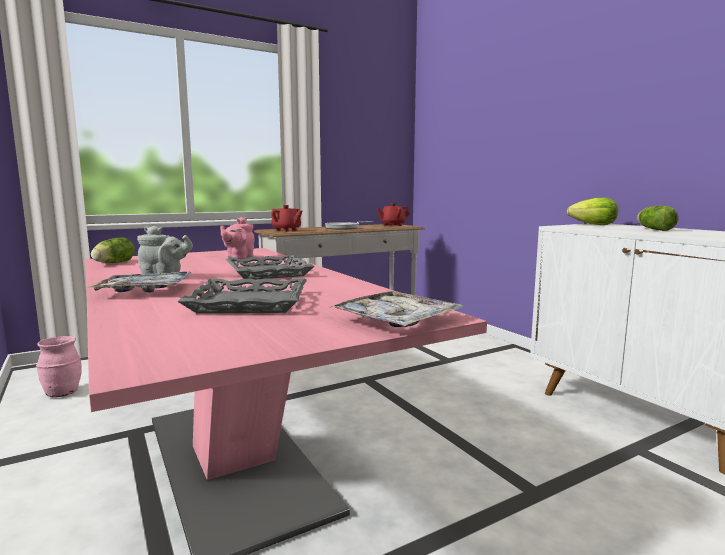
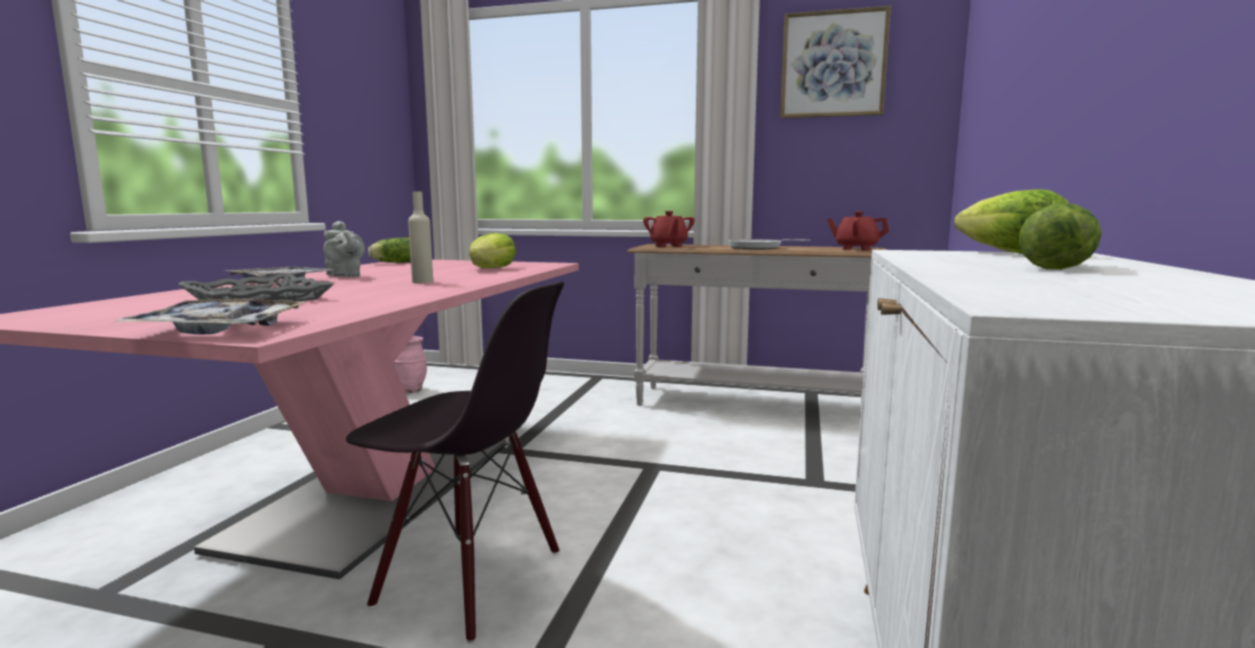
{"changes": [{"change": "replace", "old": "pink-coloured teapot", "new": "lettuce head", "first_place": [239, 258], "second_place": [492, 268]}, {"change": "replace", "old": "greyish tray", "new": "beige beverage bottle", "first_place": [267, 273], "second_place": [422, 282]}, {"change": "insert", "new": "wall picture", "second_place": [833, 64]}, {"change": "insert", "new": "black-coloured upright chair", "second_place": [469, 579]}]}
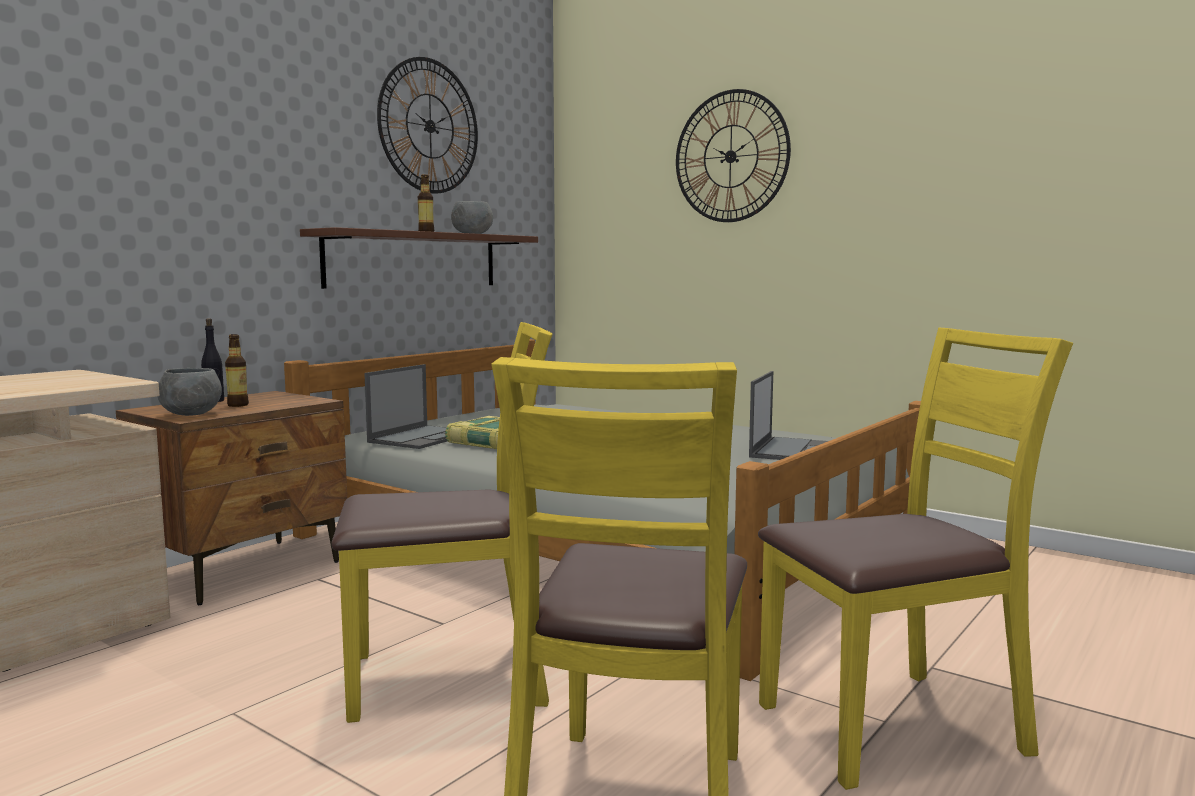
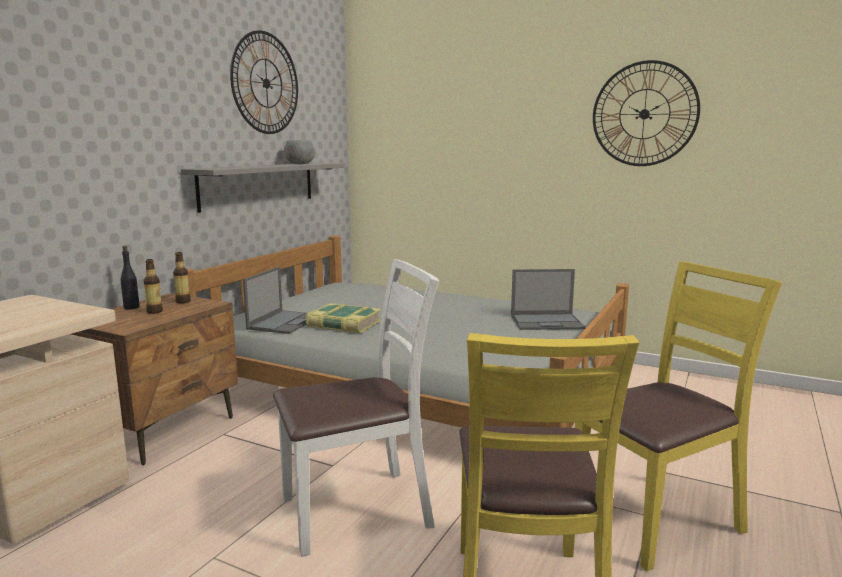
{"changes": [{"change": "move", "old": "wall clock", "first_place": [731, 156], "second_place": [644, 114]}, {"change": "move", "old": "beverage bottle", "first_place": [426, 232], "second_place": [183, 301]}, {"change": "recolor", "old": "brownish bracket shelf", "new": "greyish bracket shelf", "first_place": [414, 260], "second_place": [258, 185]}, {"change": "recolor", "old": "yellowish upright chair", "new": "whitish upright chair", "first_place": [451, 677], "second_place": [358, 510]}, {"change": "delete", "old": "greyish deep dish", "first_place": [190, 414]}, {"change": "rotate", "old": "laptop", "first_place": [793, 450], "second_place": [547, 322], "degrees": 75}]}
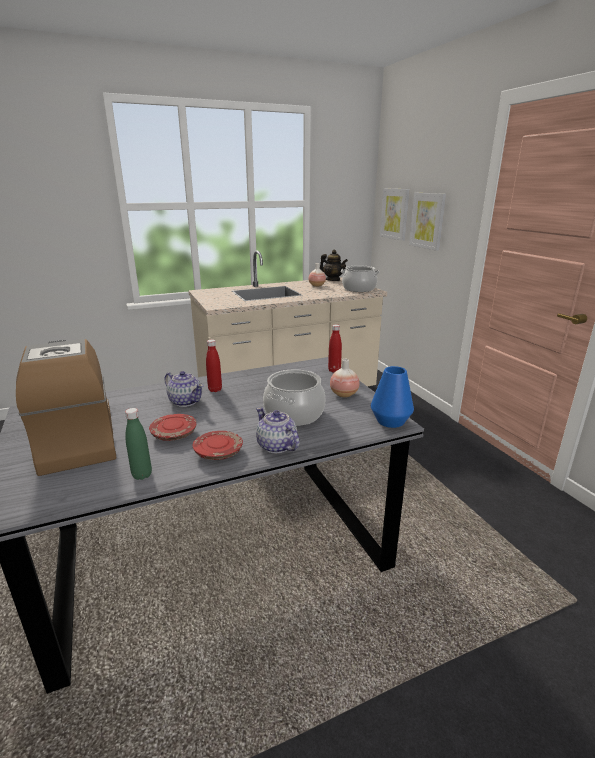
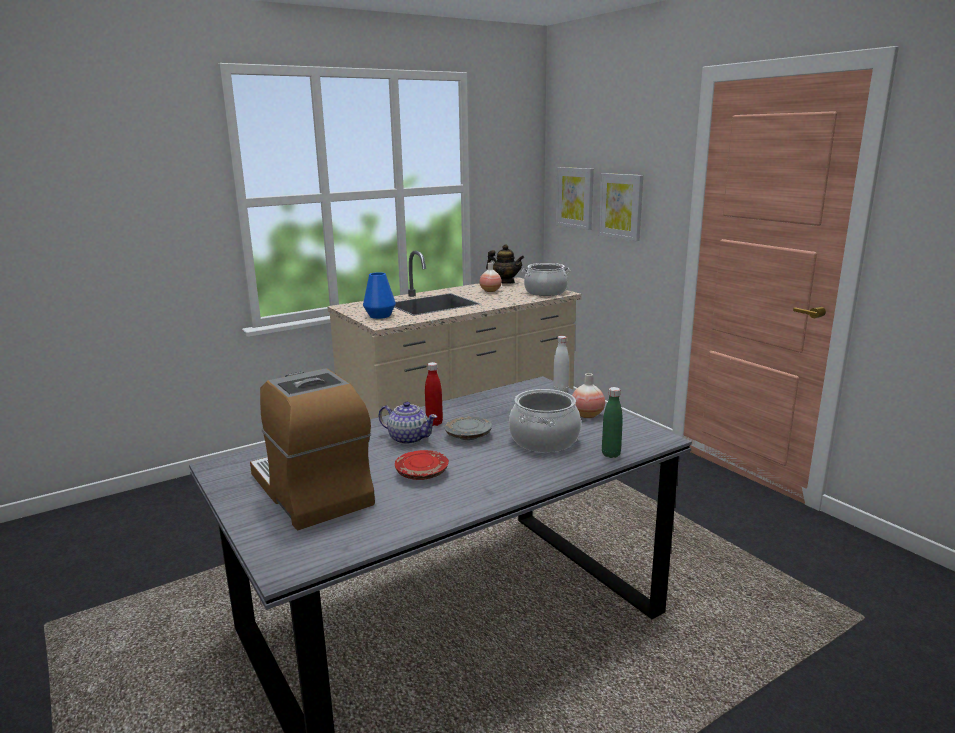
{"changes": [{"change": "recolor", "old": "red beverage bottle", "new": "whitish beverage bottle", "first_place": [334, 370], "second_place": [560, 390]}, {"change": "move", "old": "blue vase", "first_place": [390, 421], "second_place": [380, 316]}, {"change": "delete", "old": "teapot", "first_place": [276, 446]}, {"change": "move", "old": "green beverage bottle", "first_place": [142, 475], "second_place": [611, 454]}, {"change": "delete", "old": "red plate", "first_place": [218, 452]}, {"change": "insert", "new": "greyish plate", "second_place": [468, 436]}]}
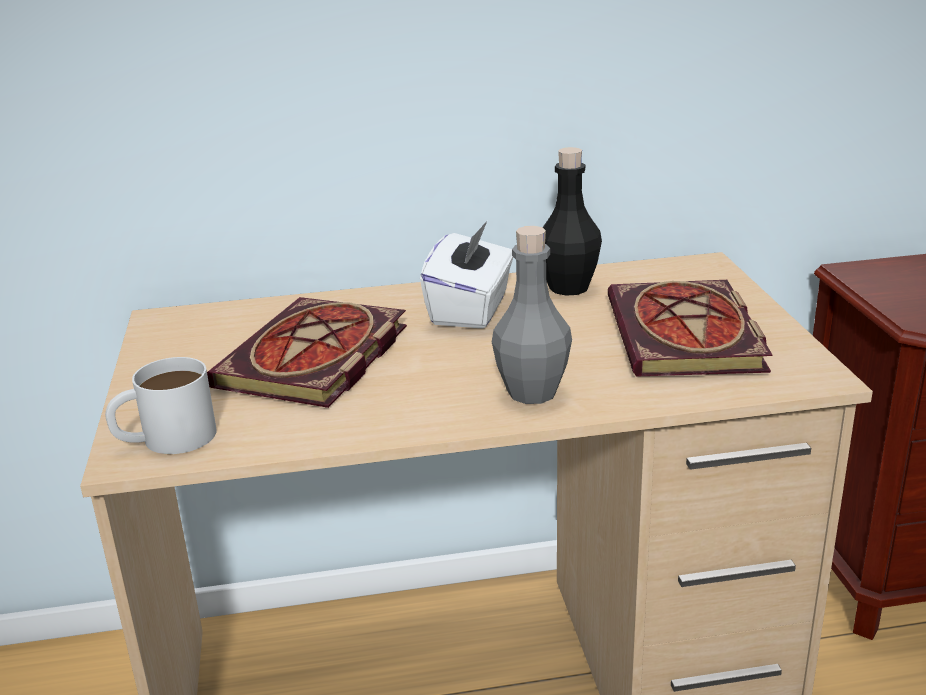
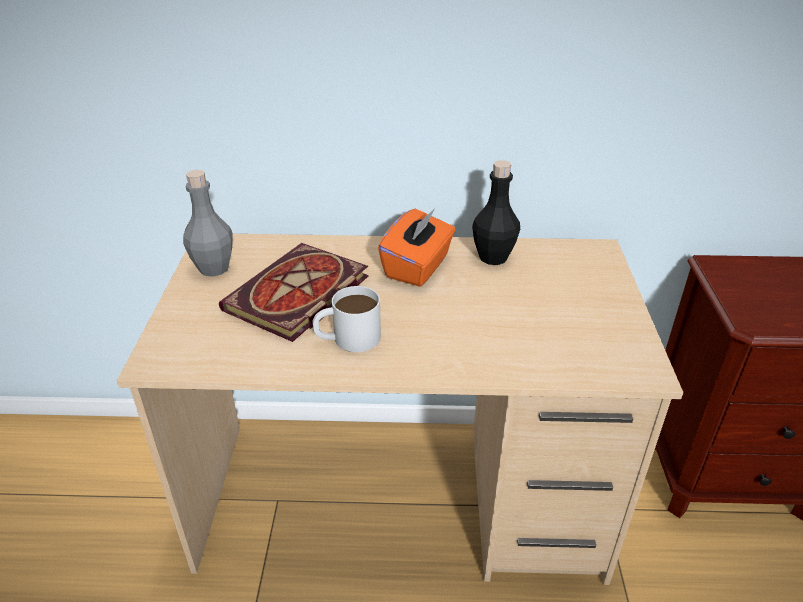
{"changes": [{"change": "recolor", "old": "whitish box of tissues", "new": "orange box of tissues", "first_place": [471, 309], "second_place": [418, 267]}, {"change": "move", "old": "greyish beverage bottle", "first_place": [532, 392], "second_place": [214, 268]}, {"change": "delete", "old": "book", "first_place": [688, 337]}, {"change": "move", "old": "whitish tea mug", "first_place": [165, 439], "second_place": [347, 338]}]}
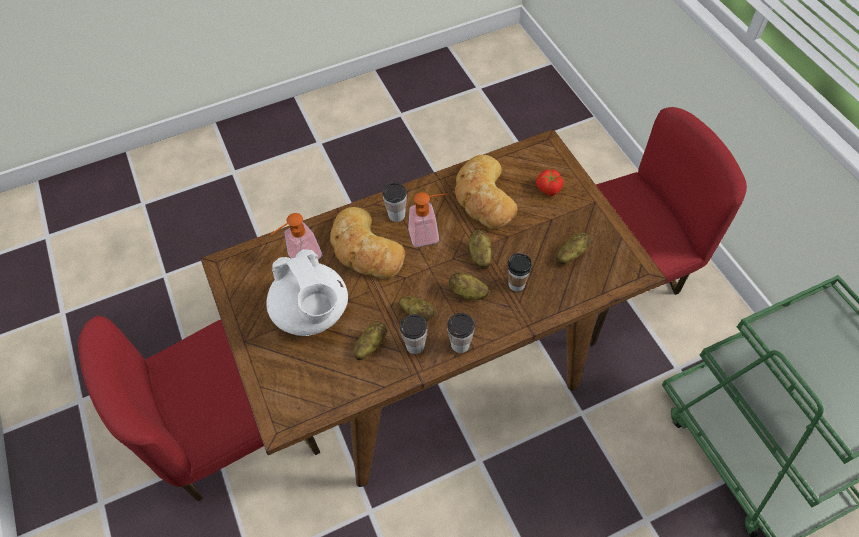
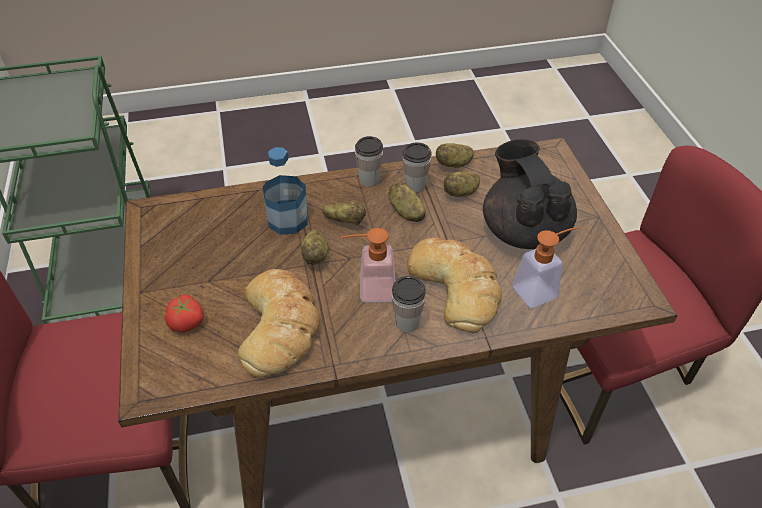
{"changes": [{"change": "move", "old": "potato", "first_place": [571, 254], "second_place": [454, 164]}, {"change": "recolor", "old": "whitish teapot", "new": "black-coloured teapot", "first_place": [312, 313], "second_place": [523, 230]}, {"change": "replace", "old": "drinking cup", "new": "beverage bottle", "first_place": [516, 284], "second_place": [288, 220]}]}
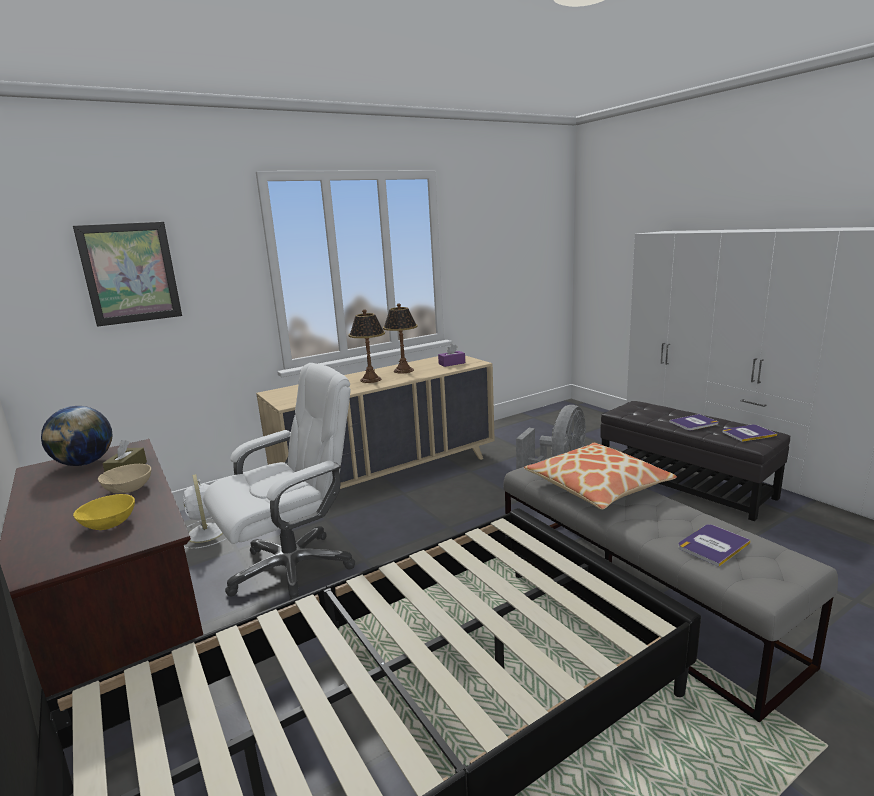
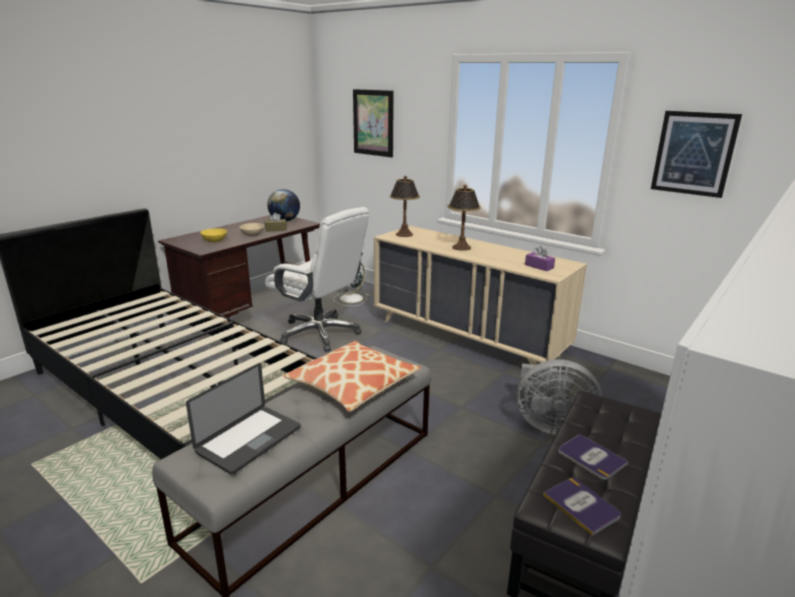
{"changes": [{"change": "move", "old": "tabletop lamp", "first_place": [403, 370], "second_place": [404, 234]}, {"change": "replace", "old": "book", "new": "laptop", "first_place": [713, 545], "second_place": [249, 440]}, {"change": "insert", "new": "wall picture", "second_place": [694, 153]}]}
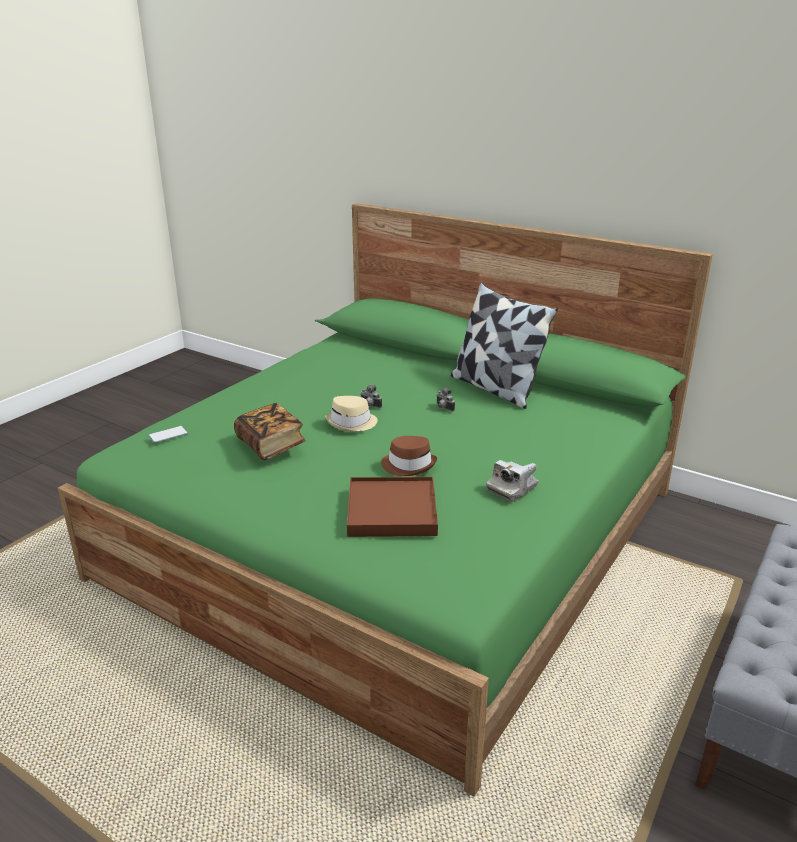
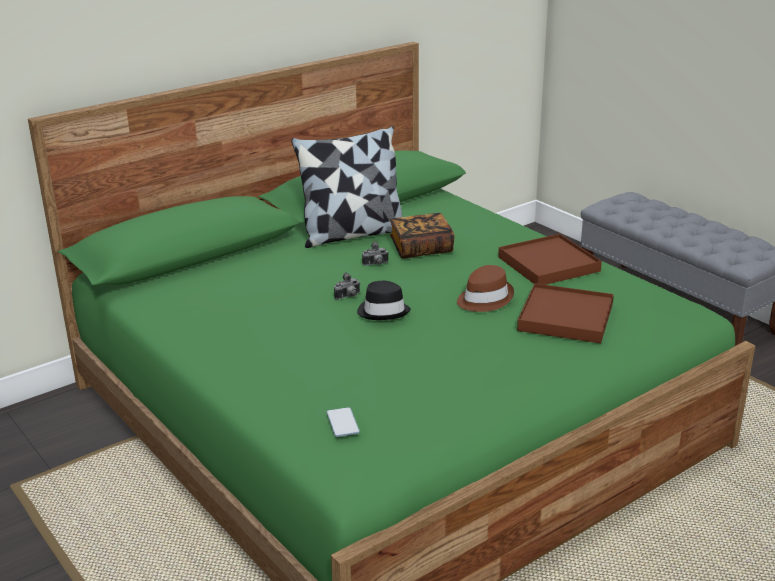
{"changes": [{"change": "recolor", "old": "beige hat", "new": "black-coloured hat", "first_place": [352, 423], "second_place": [383, 311]}, {"change": "move", "old": "book", "first_place": [270, 444], "second_place": [421, 248]}, {"change": "replace", "old": "still camera", "new": "brownish tray", "first_place": [512, 489], "second_place": [548, 264]}]}
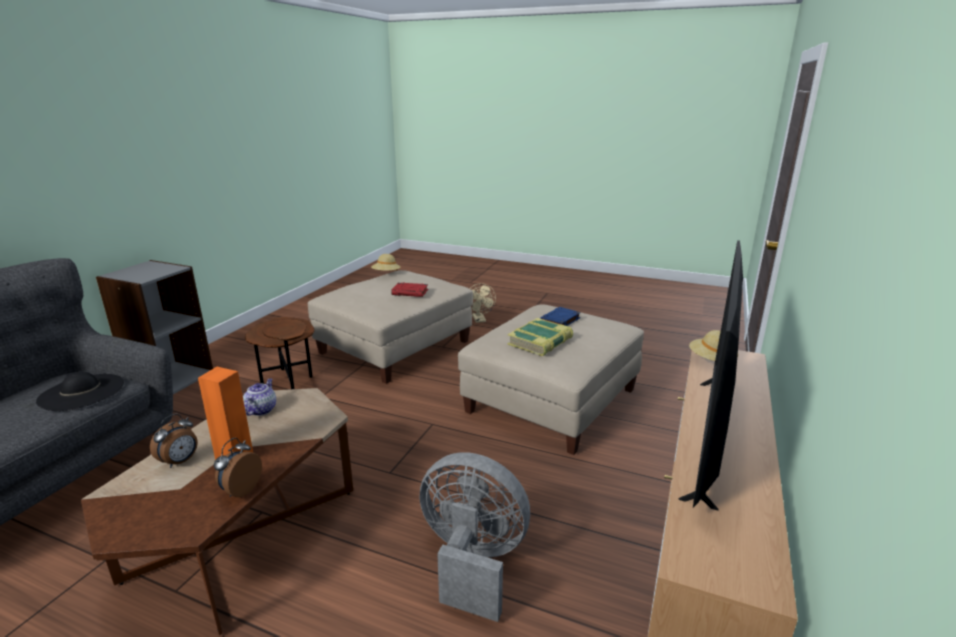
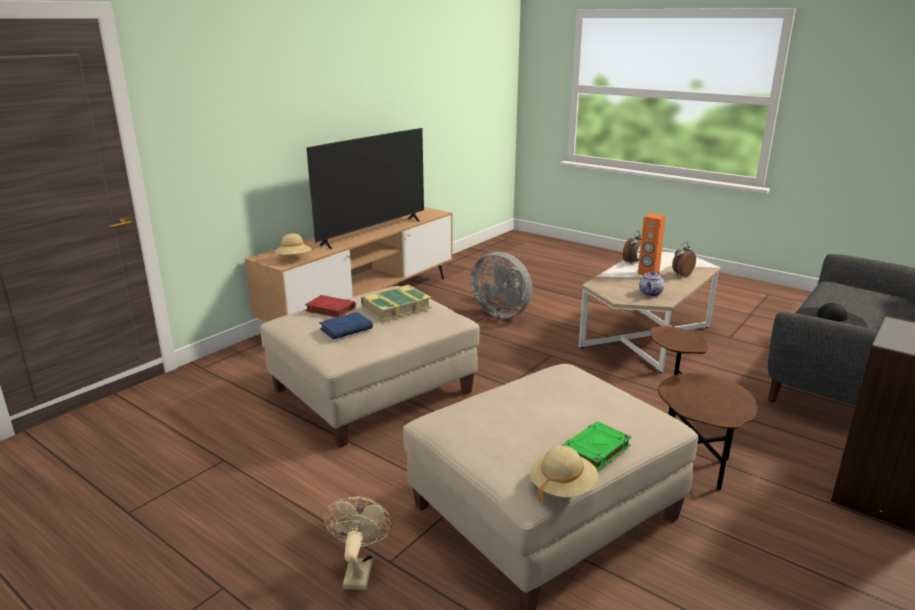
{"changes": [{"change": "move", "old": "red book", "first_place": [410, 292], "second_place": [330, 309]}, {"change": "recolor", "old": "brownish low table", "new": "whitish low table", "first_place": [245, 534], "second_place": [647, 337]}, {"change": "insert", "new": "green book", "second_place": [595, 450]}]}
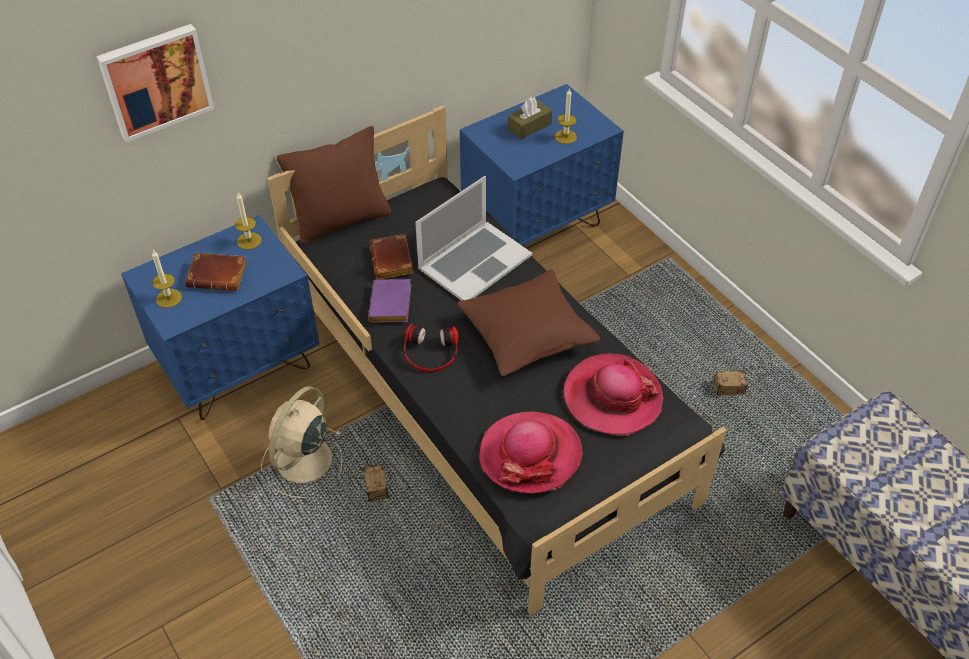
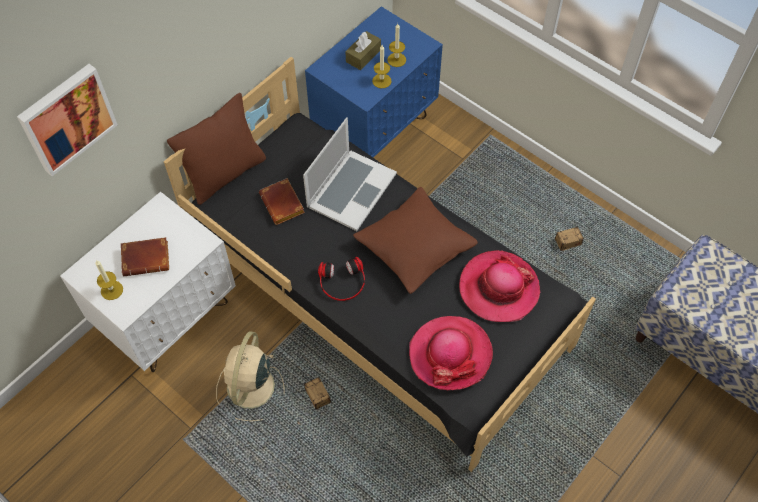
{"changes": [{"change": "move", "old": "wax light", "first_place": [249, 241], "second_place": [381, 81]}, {"change": "recolor", "old": "blue night table", "new": "whitish night table", "first_place": [240, 368], "second_place": [168, 317]}, {"change": "delete", "old": "purple book", "first_place": [392, 306]}]}
